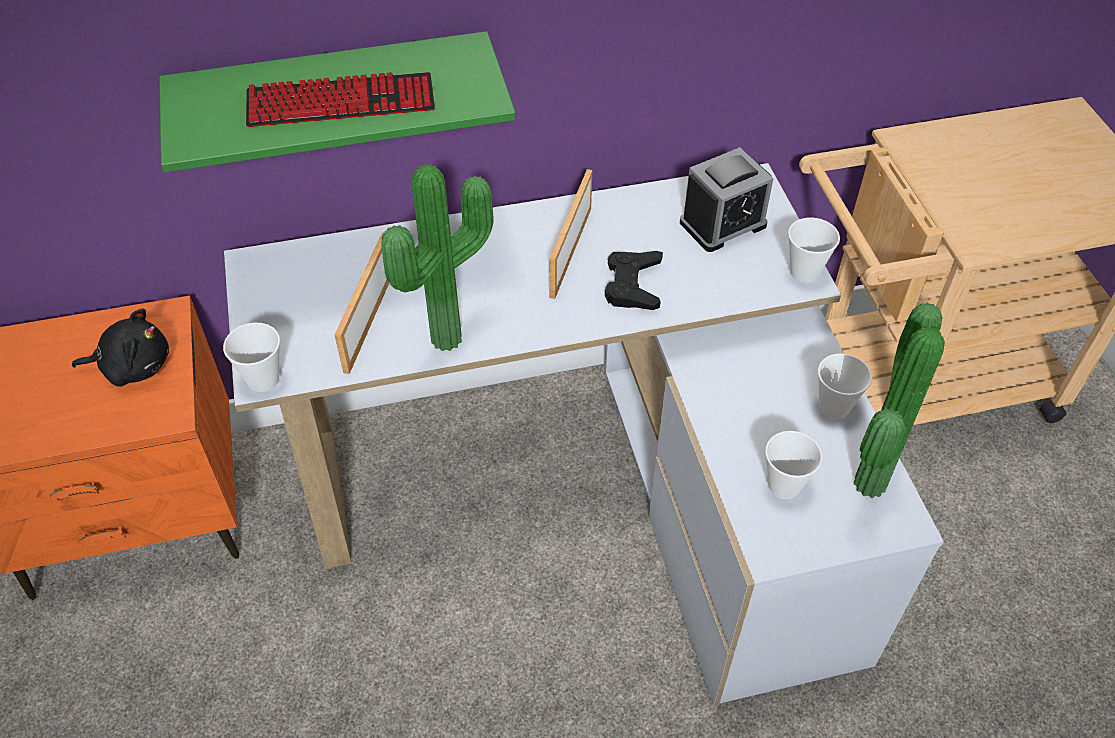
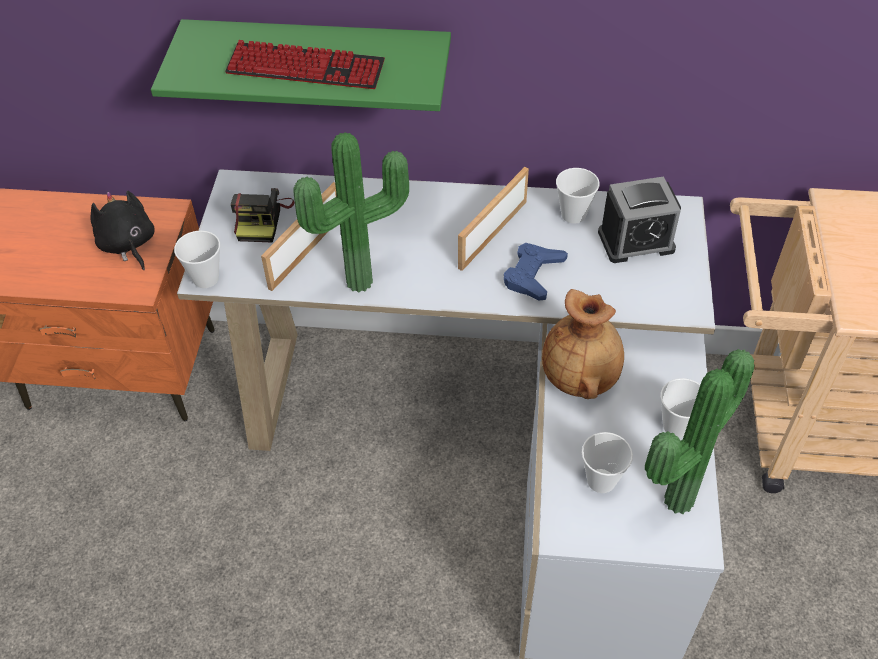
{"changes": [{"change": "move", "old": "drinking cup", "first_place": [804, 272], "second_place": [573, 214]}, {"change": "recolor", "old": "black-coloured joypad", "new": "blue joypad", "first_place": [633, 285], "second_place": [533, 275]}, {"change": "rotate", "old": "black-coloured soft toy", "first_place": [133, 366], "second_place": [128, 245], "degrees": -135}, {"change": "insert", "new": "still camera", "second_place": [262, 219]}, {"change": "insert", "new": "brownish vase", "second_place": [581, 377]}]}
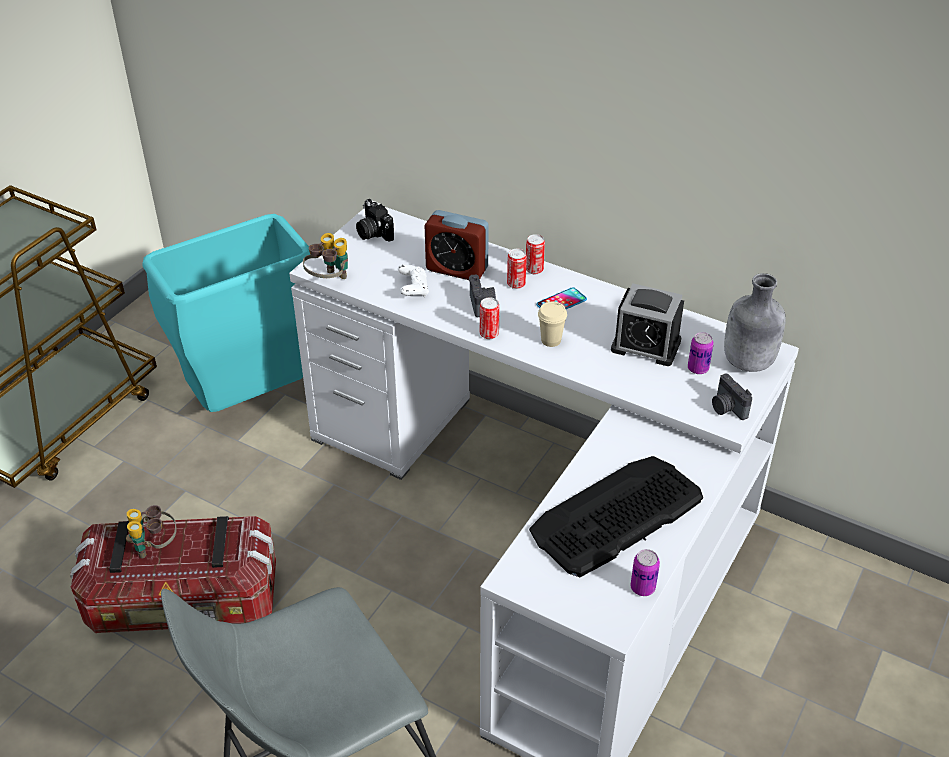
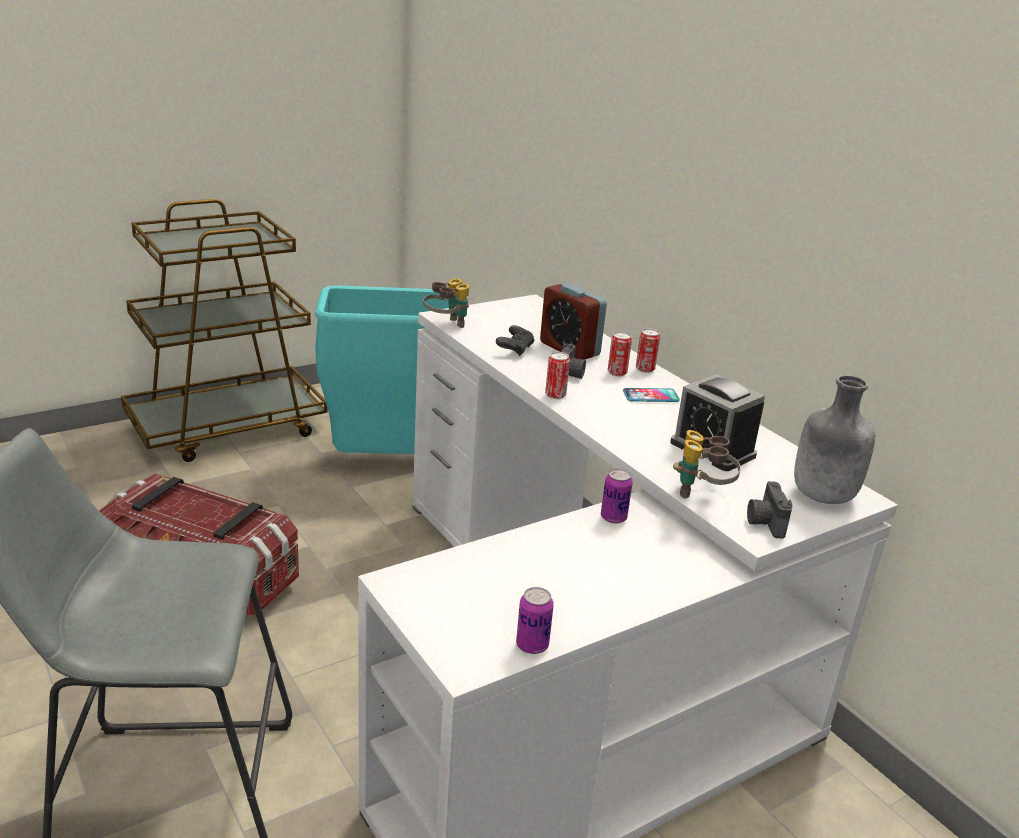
{"changes": [{"change": "delete", "old": "still camera", "first_place": [373, 233]}, {"change": "recolor", "old": "whitish joypad", "new": "black-coloured joypad", "first_place": [413, 289], "second_place": [515, 349]}, {"change": "delete", "old": "beige drinking cup", "first_place": [551, 340]}, {"change": "move", "old": "can", "first_place": [698, 368], "second_place": [613, 518]}, {"change": "delete", "old": "keyboard", "first_place": [616, 515]}, {"change": "move", "old": "pair of binoculars", "first_place": [155, 547], "second_place": [701, 493]}]}
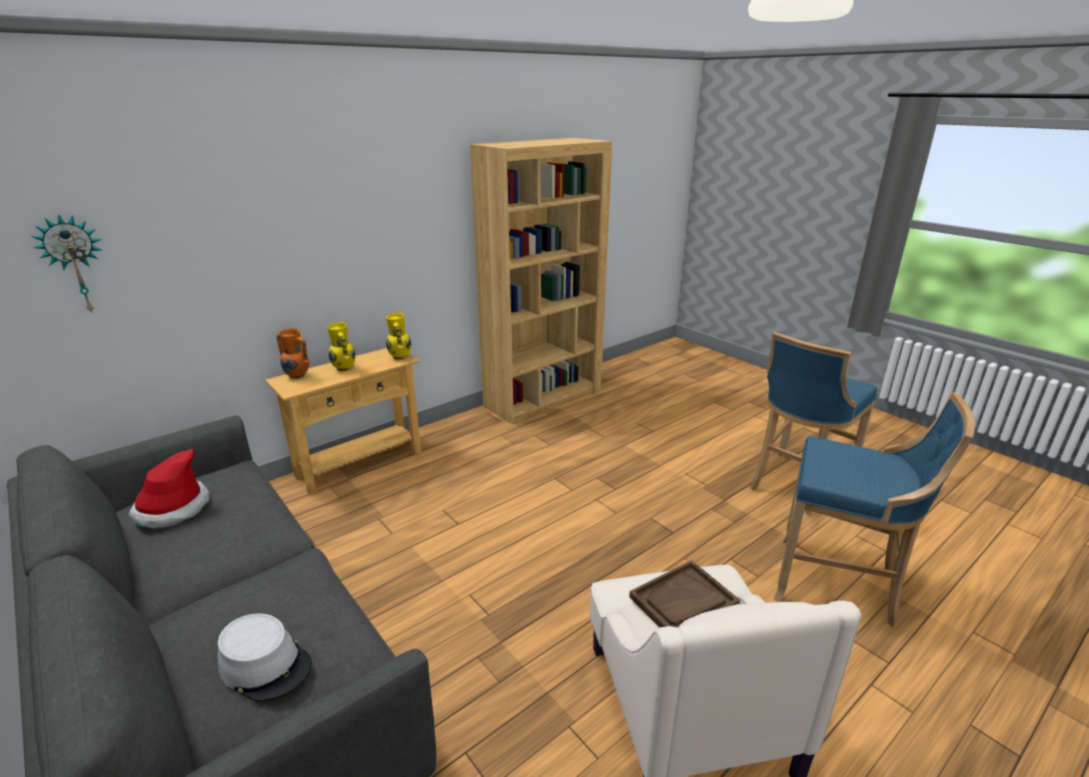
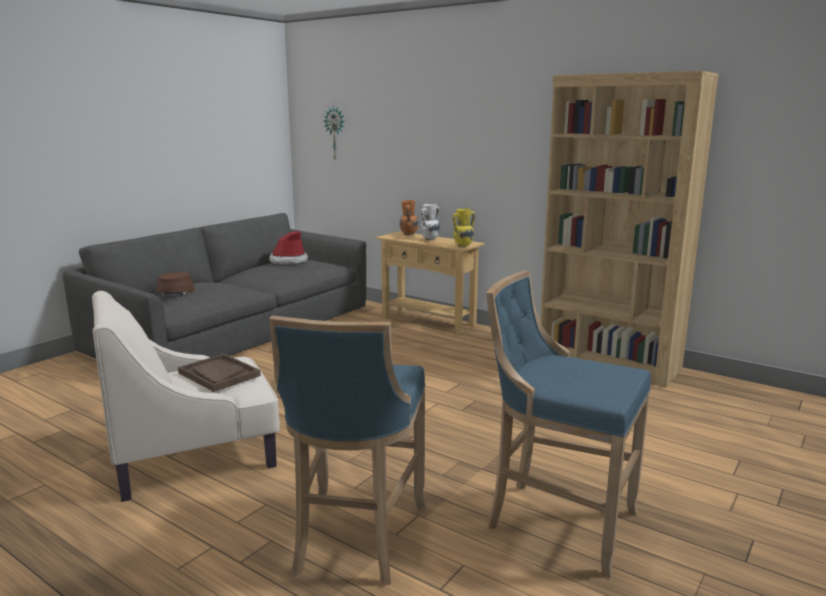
{"changes": [{"change": "recolor", "old": "yellowish vase", "new": "whitish vase", "first_place": [344, 368], "second_place": [429, 239]}, {"change": "recolor", "old": "greyish hat", "new": "brownish hat", "first_place": [266, 665], "second_place": [173, 293]}]}
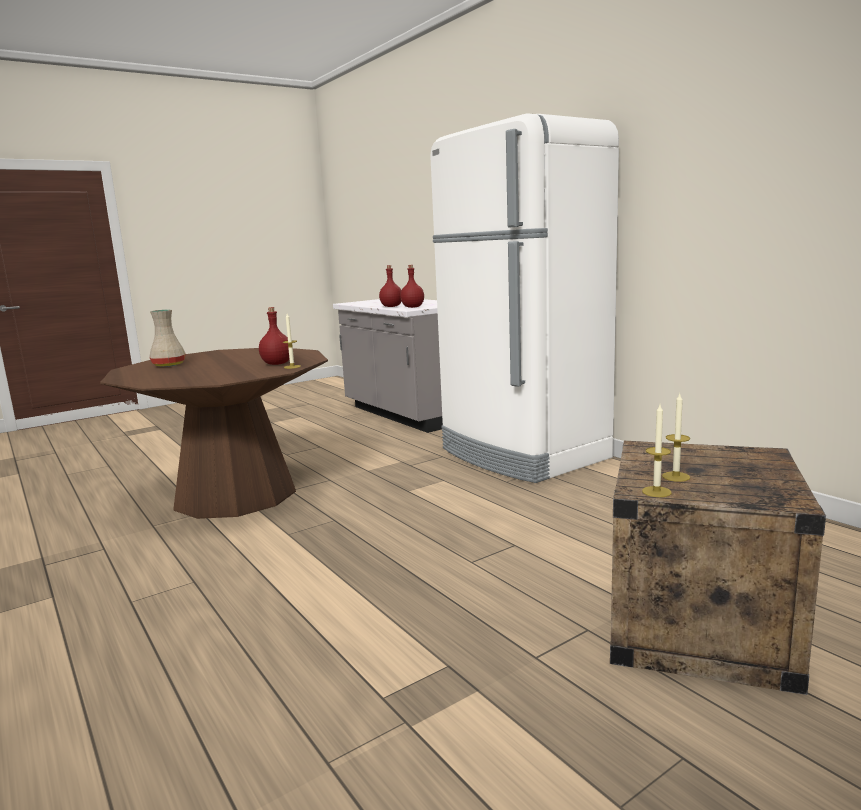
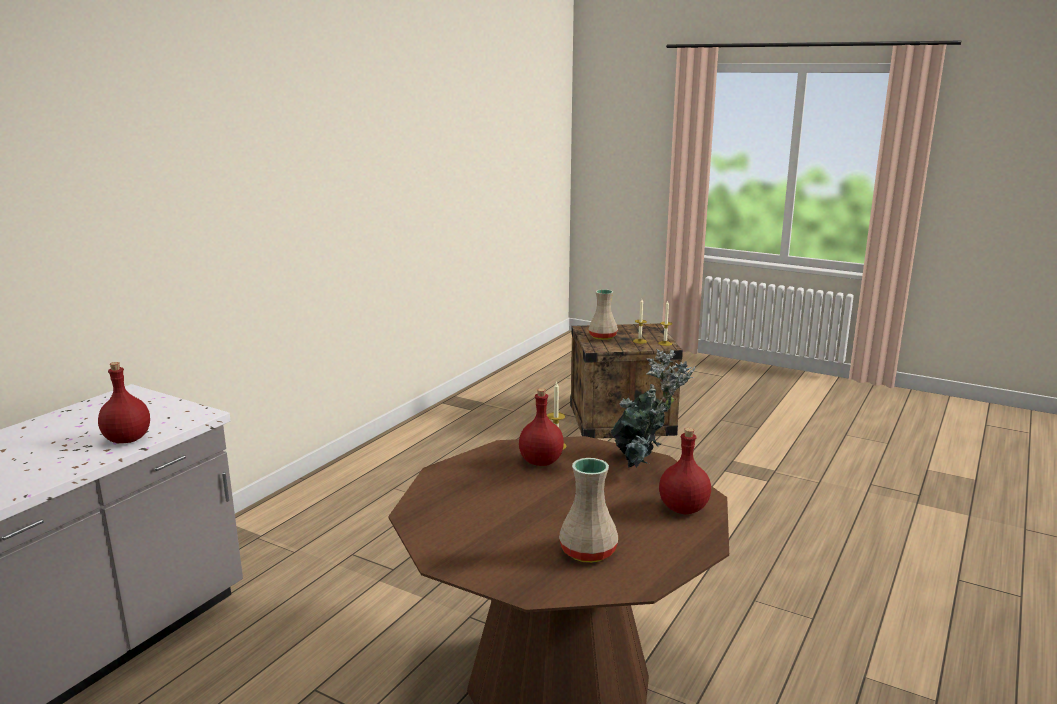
{"changes": [{"change": "delete", "old": "whitish kitchen fridge", "first_place": [522, 454]}, {"change": "move", "old": "red beverage bottle", "first_place": [412, 307], "second_place": [684, 509]}, {"change": "insert", "new": "beige vase", "second_place": [602, 337]}, {"change": "insert", "new": "plant in a pot", "second_place": [643, 466]}]}
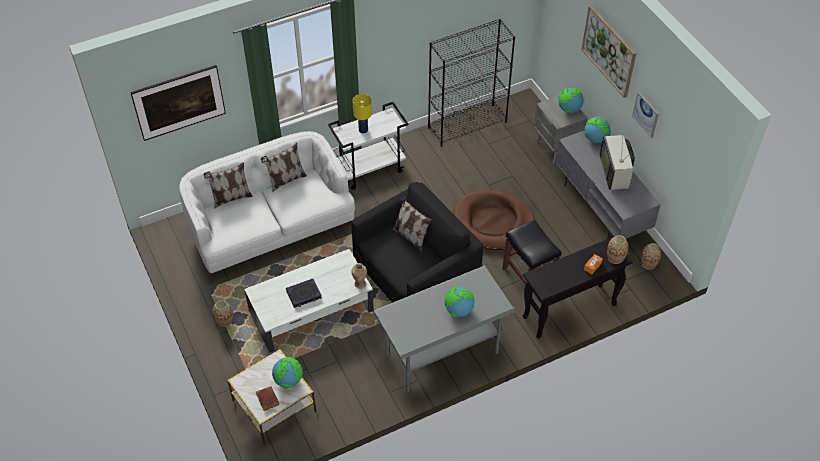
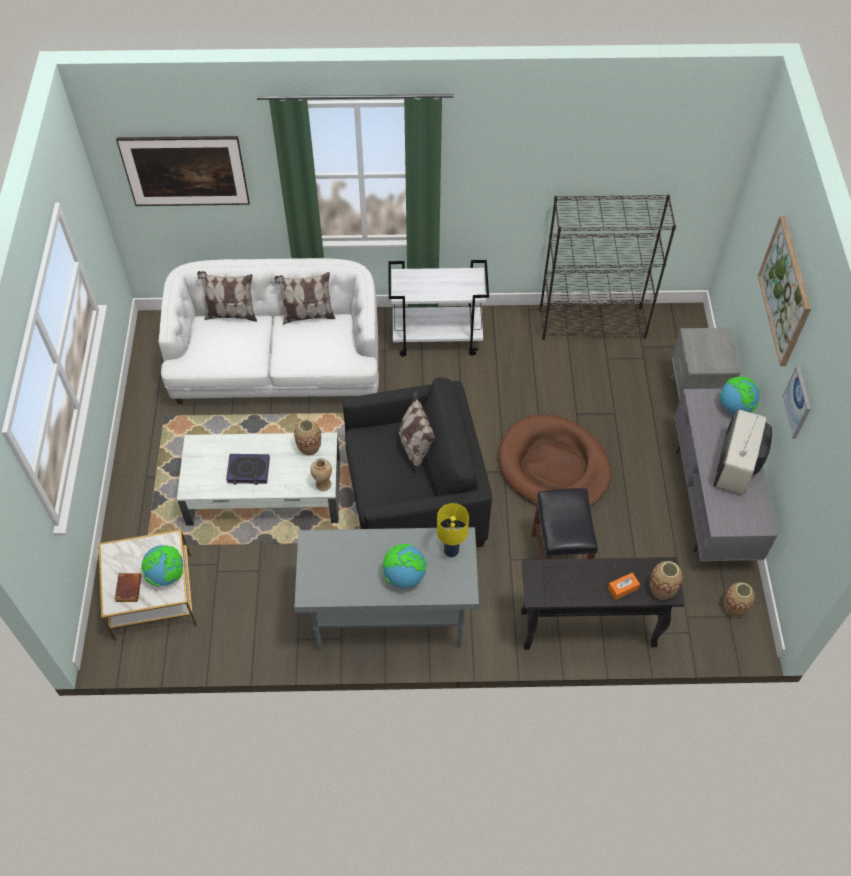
{"changes": [{"change": "delete", "old": "globe", "first_place": [569, 109]}, {"change": "move", "old": "yellowish tabletop lamp", "first_place": [363, 130], "second_place": [451, 550]}, {"change": "move", "old": "vase", "first_place": [224, 321], "second_place": [309, 447]}]}
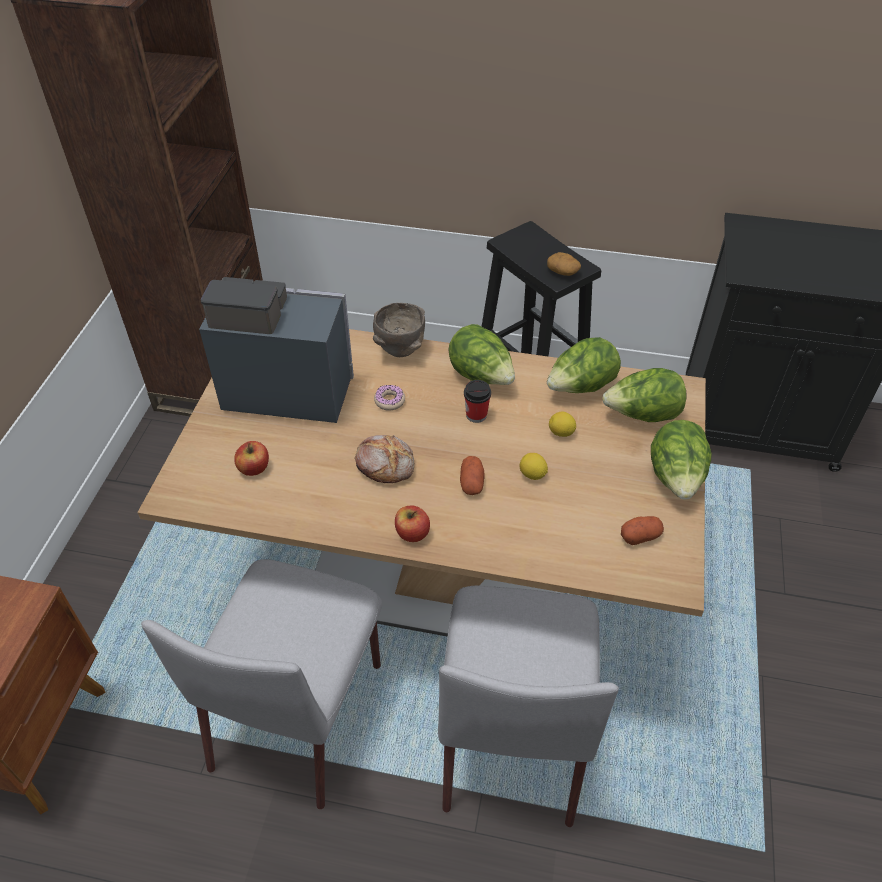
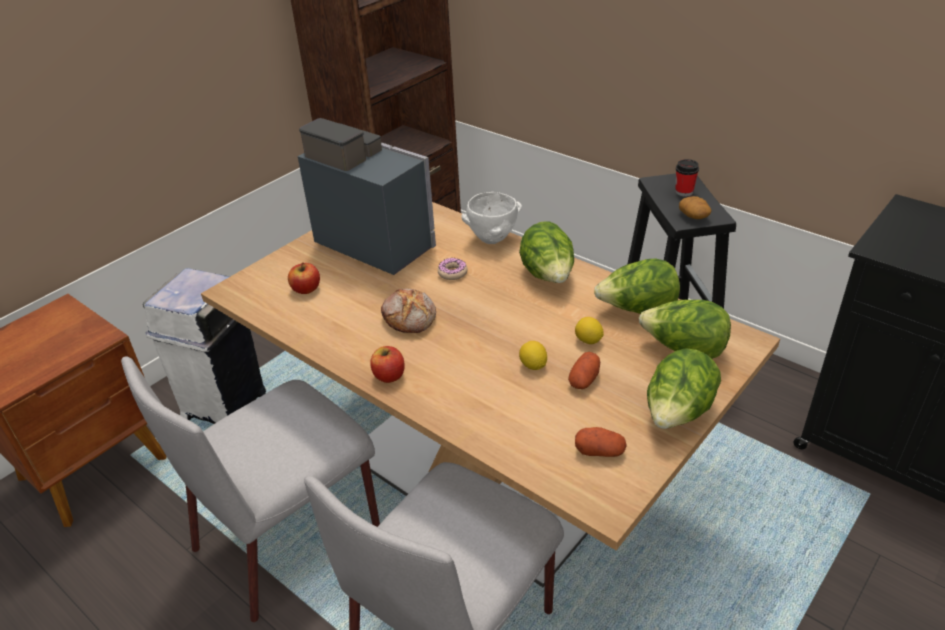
{"changes": [{"change": "recolor", "old": "brownish deep dish", "new": "whitish deep dish", "first_place": [400, 351], "second_place": [491, 240]}, {"change": "move", "old": "drinking cup", "first_place": [476, 415], "second_place": [684, 192]}, {"change": "move", "old": "potato", "first_place": [472, 483], "second_place": [584, 379]}, {"change": "insert", "new": "whitish waste bin", "second_place": [226, 404]}]}
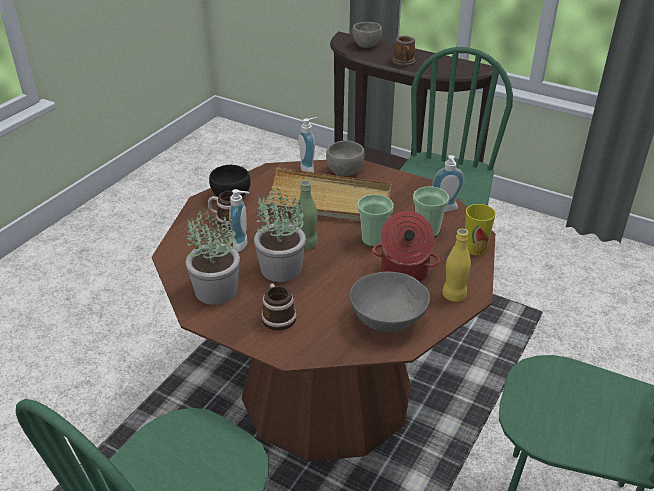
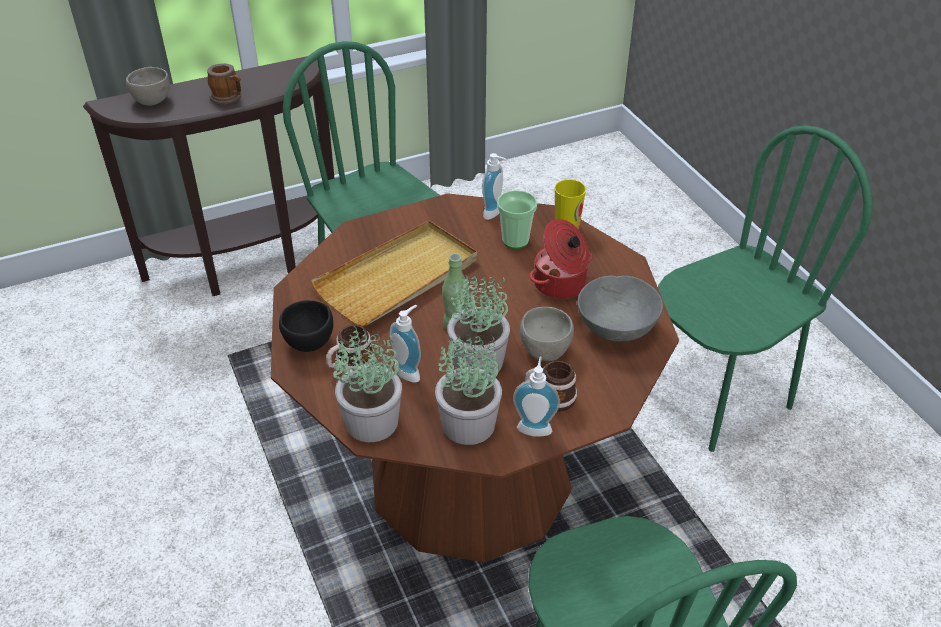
{"changes": [{"change": "move", "old": "soap bottle", "first_place": [309, 168], "second_place": [534, 426]}, {"change": "move", "old": "greyish deep dish", "first_place": [344, 171], "second_place": [543, 350]}, {"change": "delete", "old": "drinking cup", "first_place": [373, 240]}, {"change": "delete", "old": "yellowish beverage bottle", "first_place": [454, 295]}, {"change": "insert", "new": "plant in a pot", "second_place": [373, 421]}]}
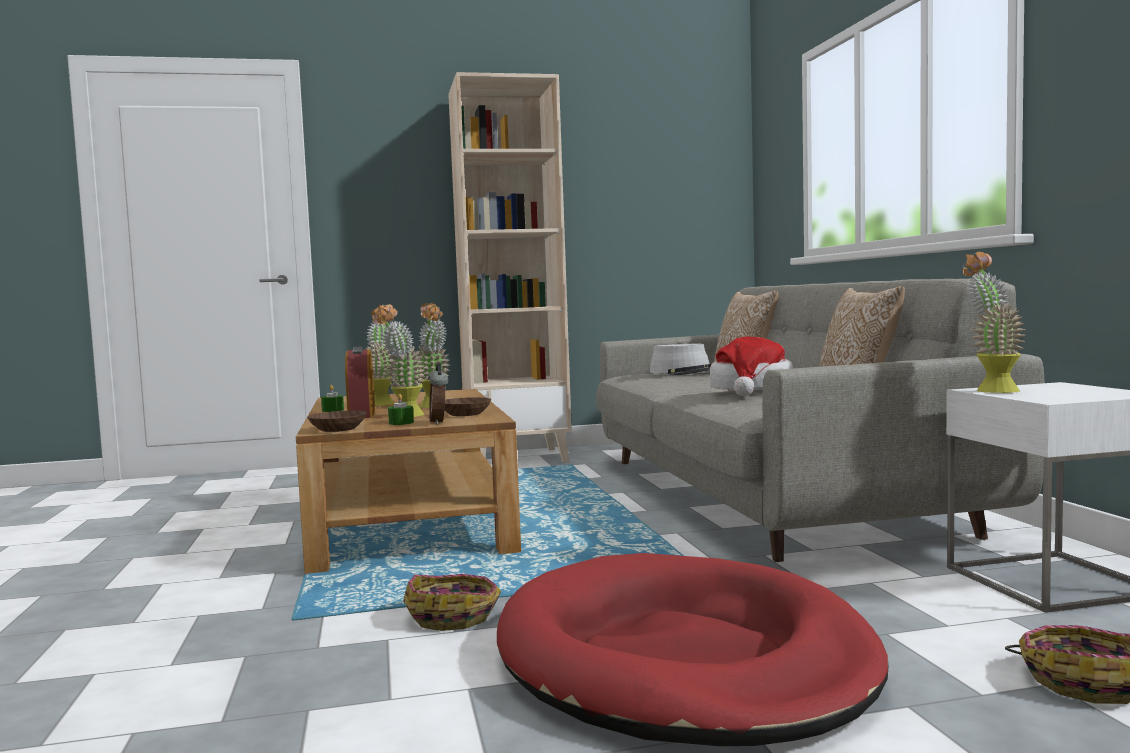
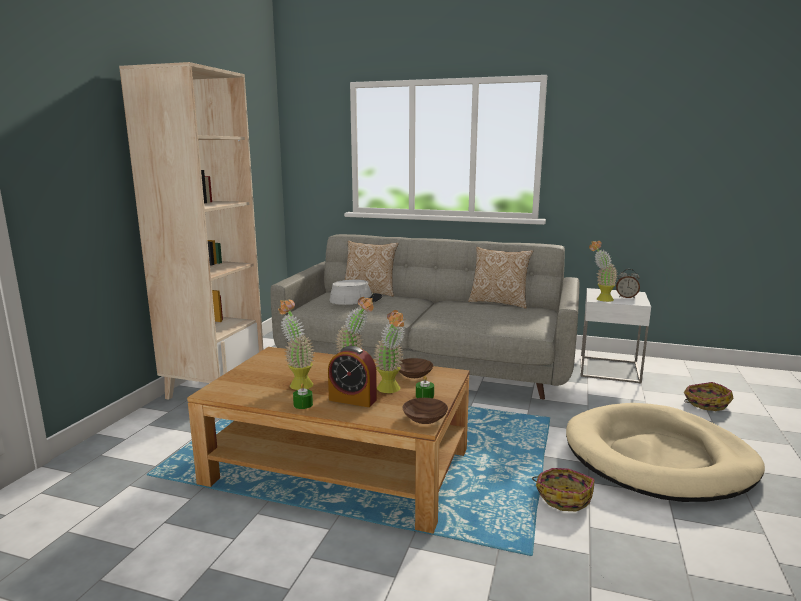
{"changes": [{"change": "delete", "old": "hat", "first_place": [751, 390]}, {"change": "move", "old": "table clock", "first_place": [439, 422], "second_place": [626, 297]}, {"change": "recolor", "old": "red dog cushion", "new": "beige dog cushion", "first_place": [682, 659], "second_place": [658, 457]}]}
